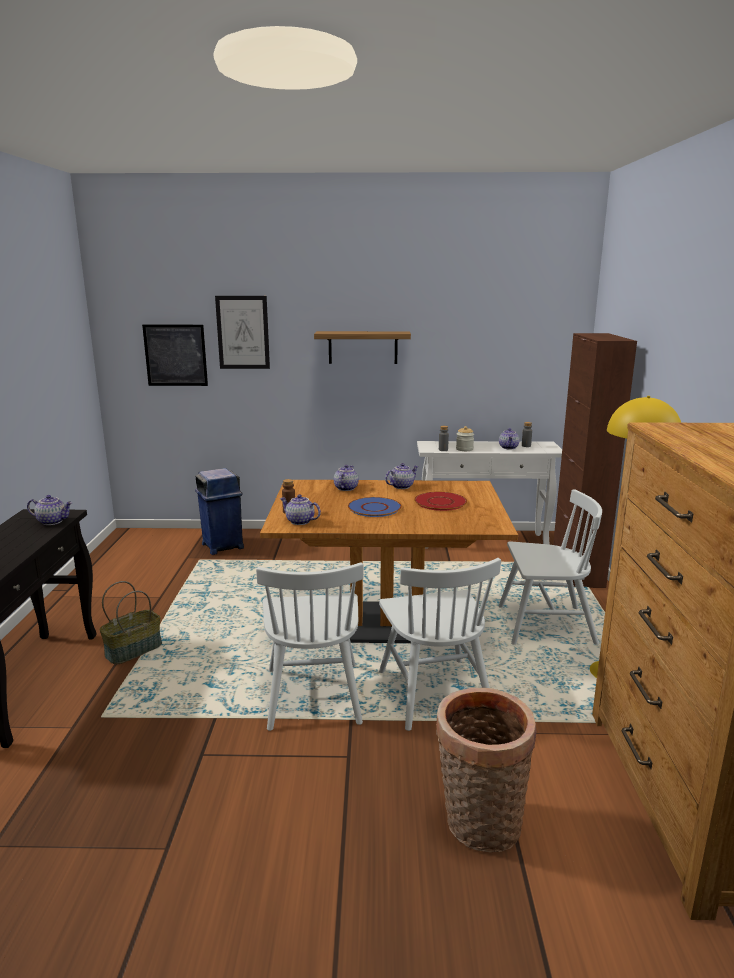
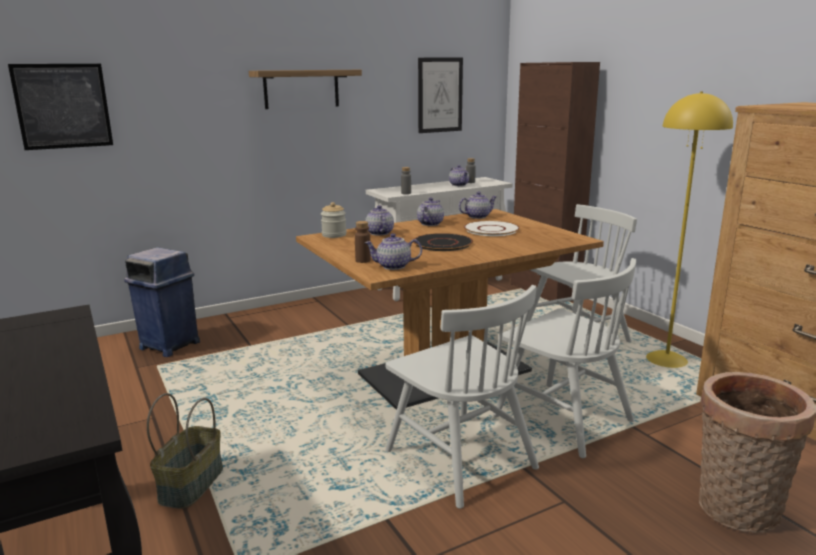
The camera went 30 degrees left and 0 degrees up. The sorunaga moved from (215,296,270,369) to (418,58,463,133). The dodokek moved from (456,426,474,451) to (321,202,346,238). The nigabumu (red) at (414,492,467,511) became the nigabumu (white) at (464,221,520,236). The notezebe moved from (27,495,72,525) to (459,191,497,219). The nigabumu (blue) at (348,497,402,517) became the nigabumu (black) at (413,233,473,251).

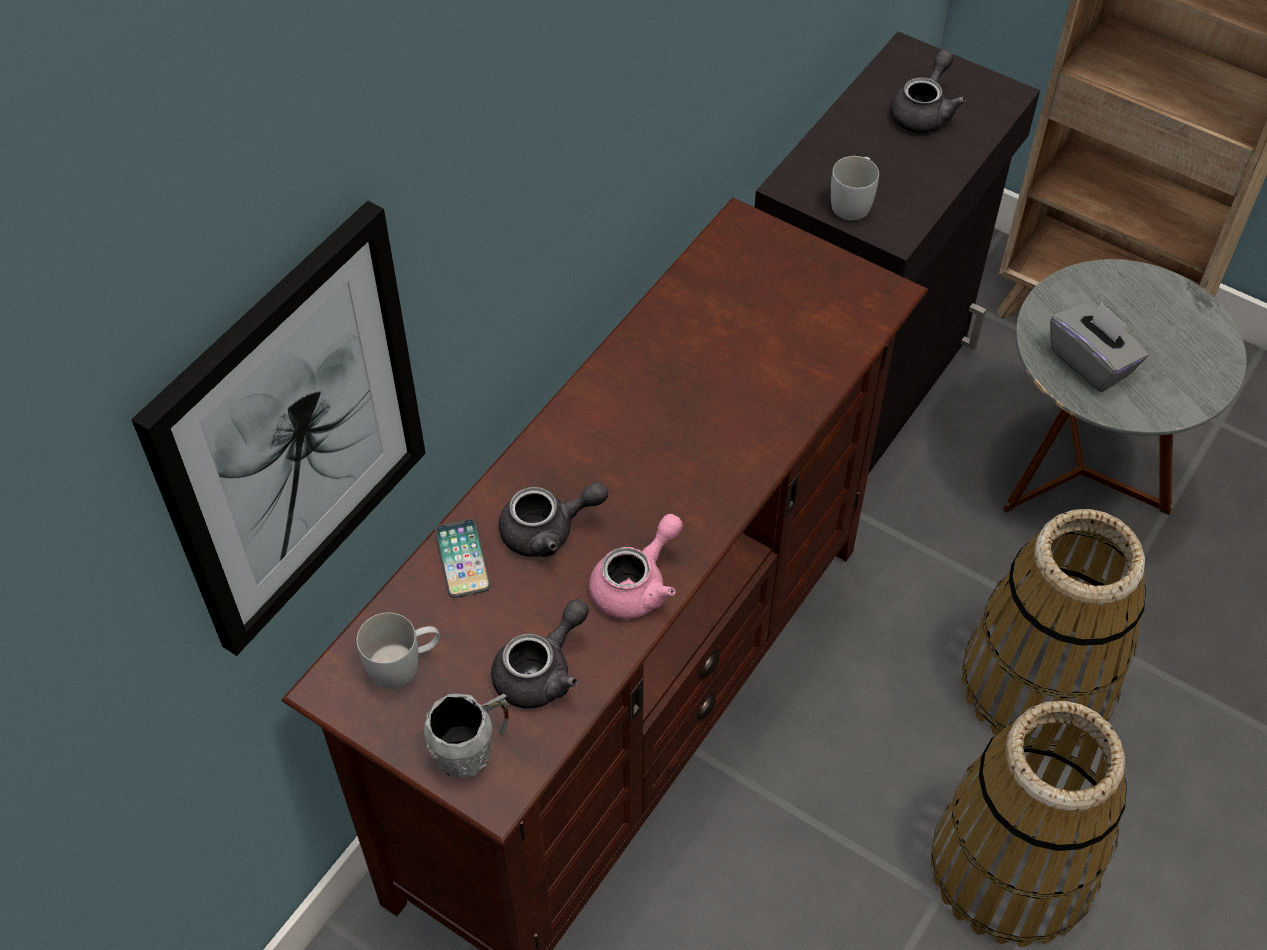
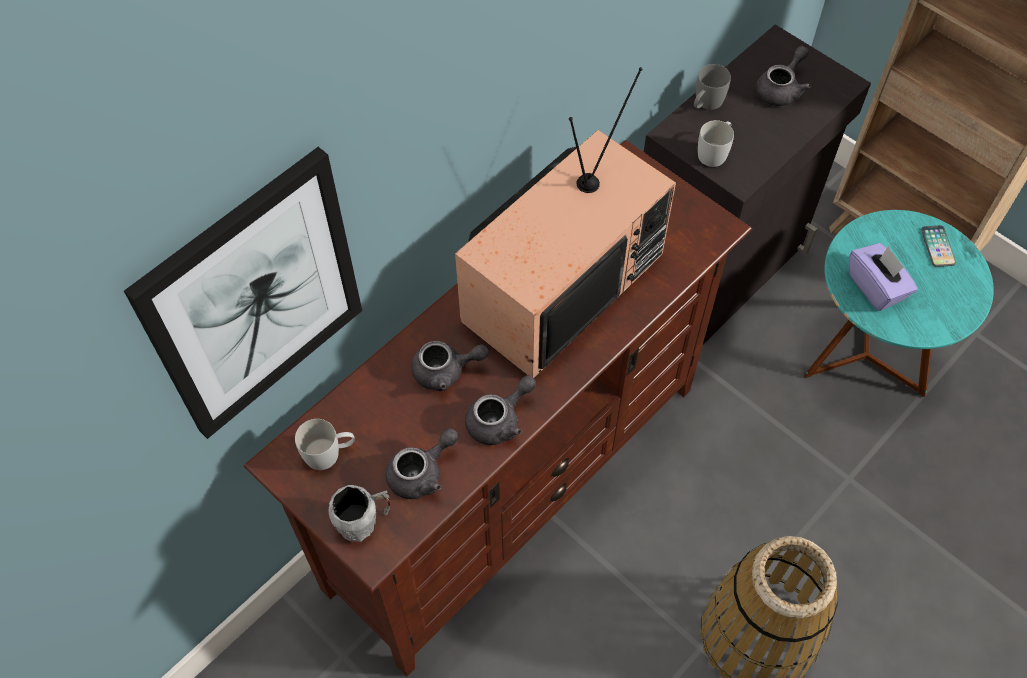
The camera went 10 degrees right and 5 degrees up. The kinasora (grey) at (1003,259,1246,515) became the kinasora (turquoise) at (804,210,994,397). The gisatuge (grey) at (1050,301,1149,392) became the gisatuge (purple) at (849,243,918,311). The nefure at (962,509,1146,746) disappeared. The notezebe (pink) at (589,514,683,619) became the notezebe (grey) at (465,375,536,445). The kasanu moved from (435,519,491,598) to (921,225,956,267). The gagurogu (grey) at (694,64,731,110) appeared. The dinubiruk at (455,67,676,378) appeared.

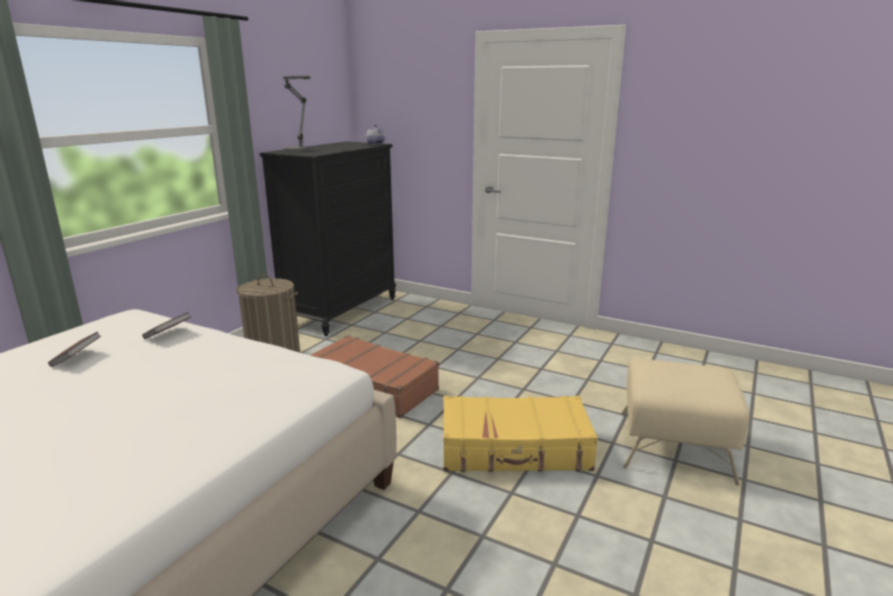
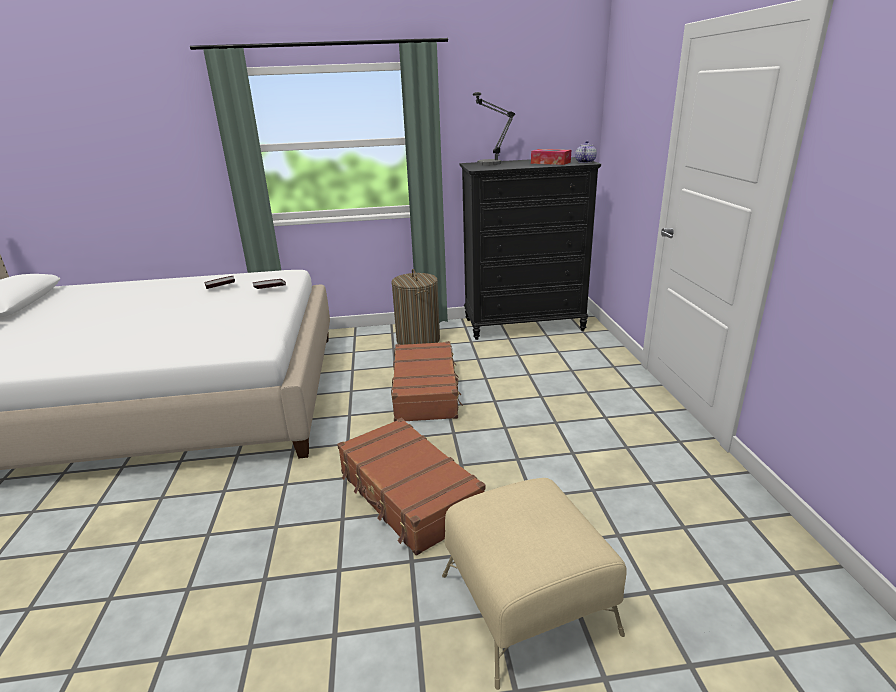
The camera went 55 degrees right and 5 degrees up. The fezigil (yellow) at (443,396,598,472) became the fezigil (brown) at (337,418,486,556). The gisatuge at (531,149,571,165) appeared.

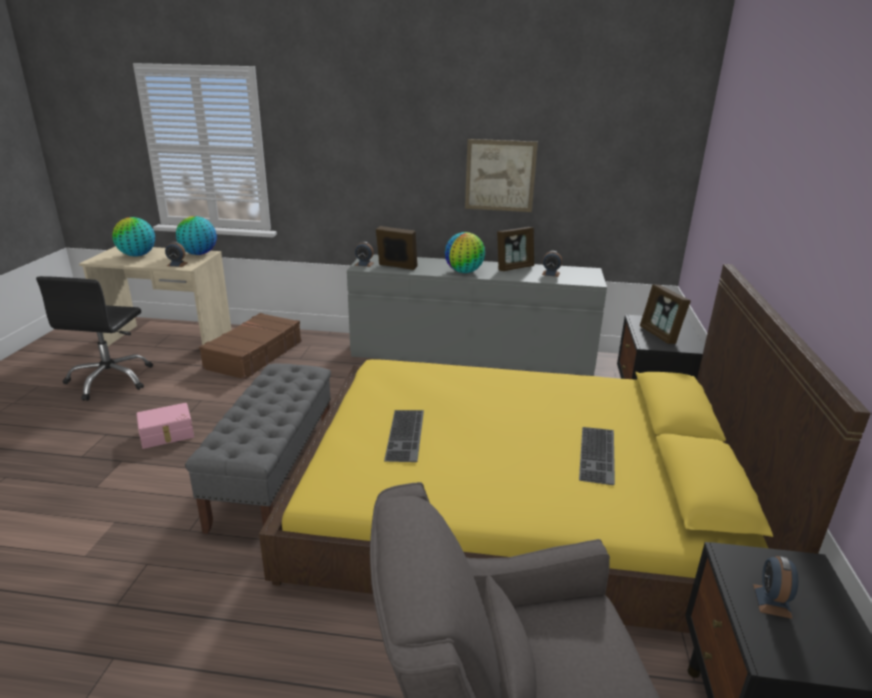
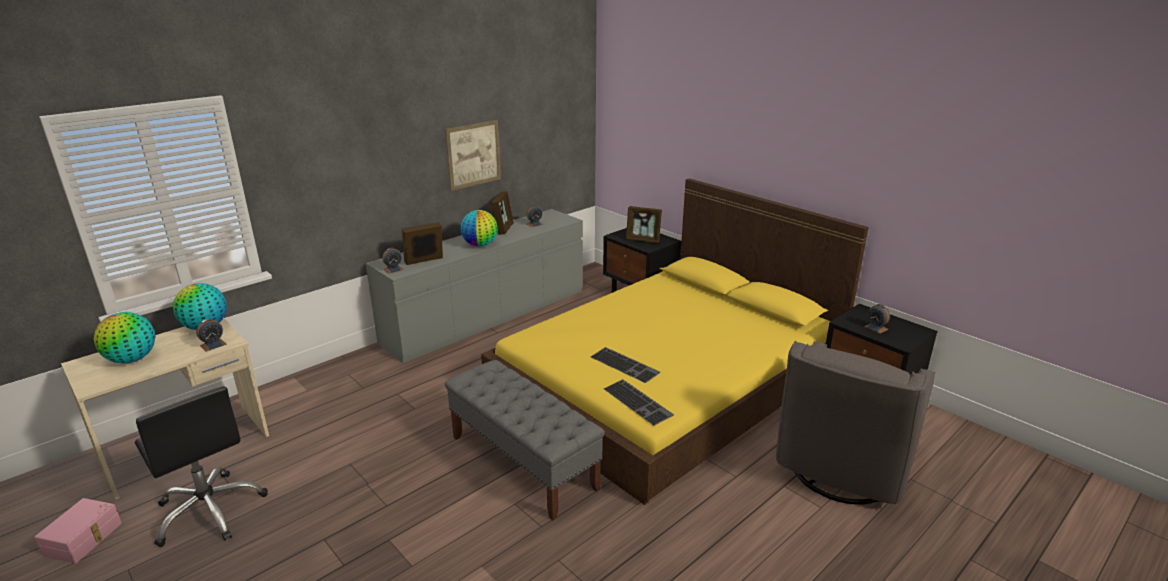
The camera went 50 degrees left and 0 degrees up. The fezigil (brown) at (199,313,302,380) disappeared. The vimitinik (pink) moved from (136,403,194,449) to (34,498,122,564). The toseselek moved from (579,427,615,485) to (604,379,674,426).

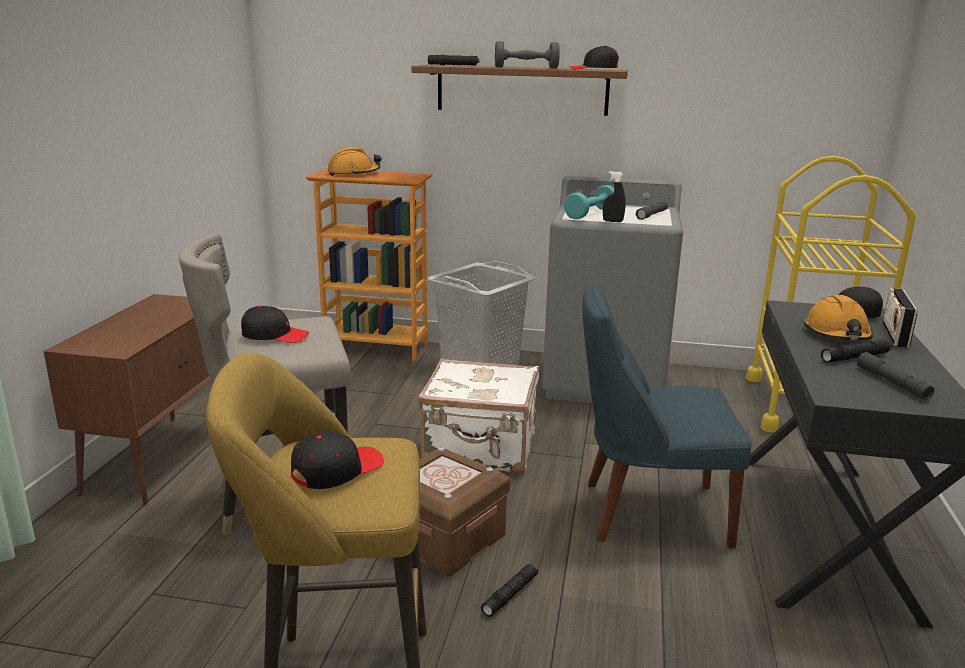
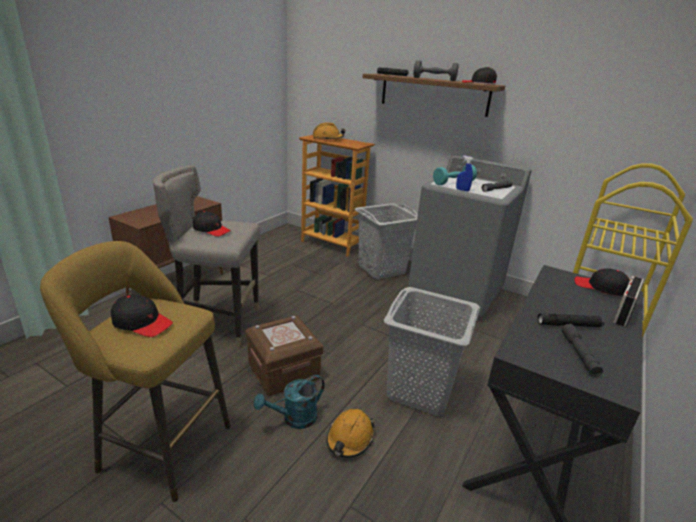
The camera went 20 degrees right and 5 degrees up. The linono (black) at (603,171,626,222) became the linono (blue) at (456,156,473,191). The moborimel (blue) at (583,285,752,549) was replaced by the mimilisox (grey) at (384,287,480,416). The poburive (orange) moved from (804,295,873,340) to (326,409,375,458). The fezigil (white) at (418,358,539,473) disappeared. The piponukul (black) at (291,432,384,489) turned 45 degrees clockwise. The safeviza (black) at (481,564,539,617) was replaced by the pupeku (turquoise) at (254,375,325,429).

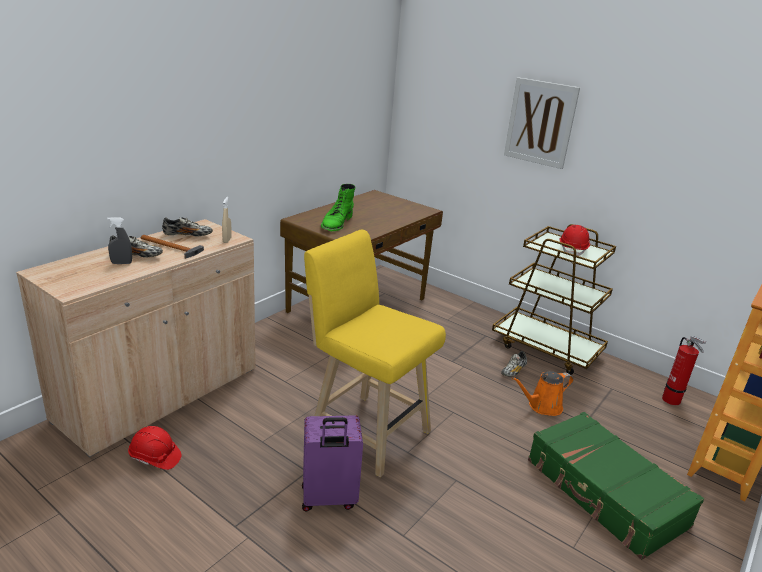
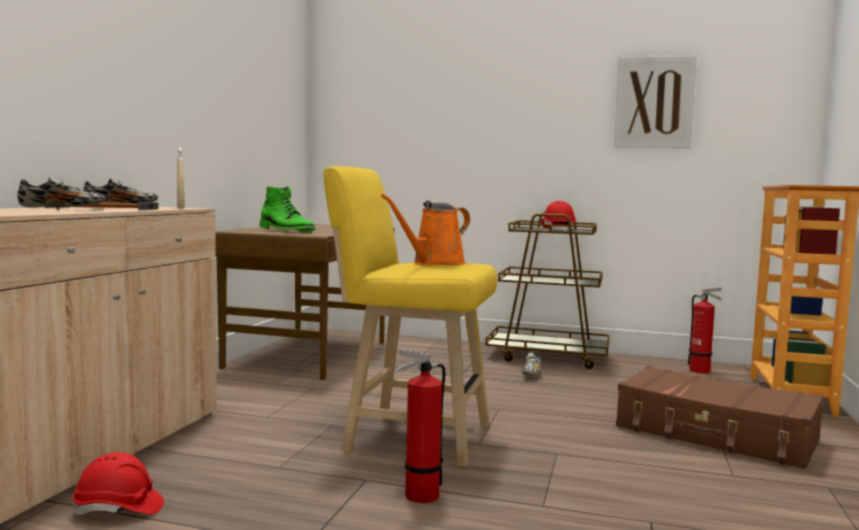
The camera went 20 degrees left and 20 degrees down. The sorunaga moved from (504,77,580,169) to (614,56,697,148). The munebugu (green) at (321,184,355,231) turned 45 degrees counterclockwise. The linono (grey) at (107,217,132,264) disappeared. The pupeku (orange) moved from (512,371,574,416) to (381,194,470,266). The fezigil (green) at (528,412,704,560) became the fezigil (brown) at (616,366,824,469). The fezigil (purple) at (302,415,363,511) was replaced by the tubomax at (395,349,445,503).

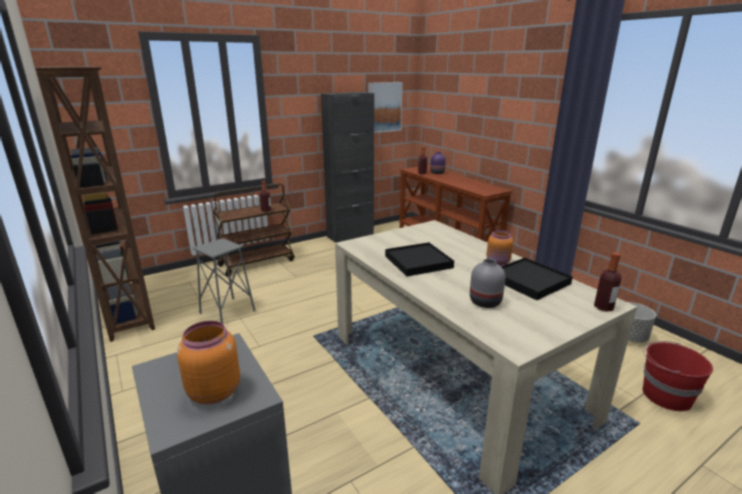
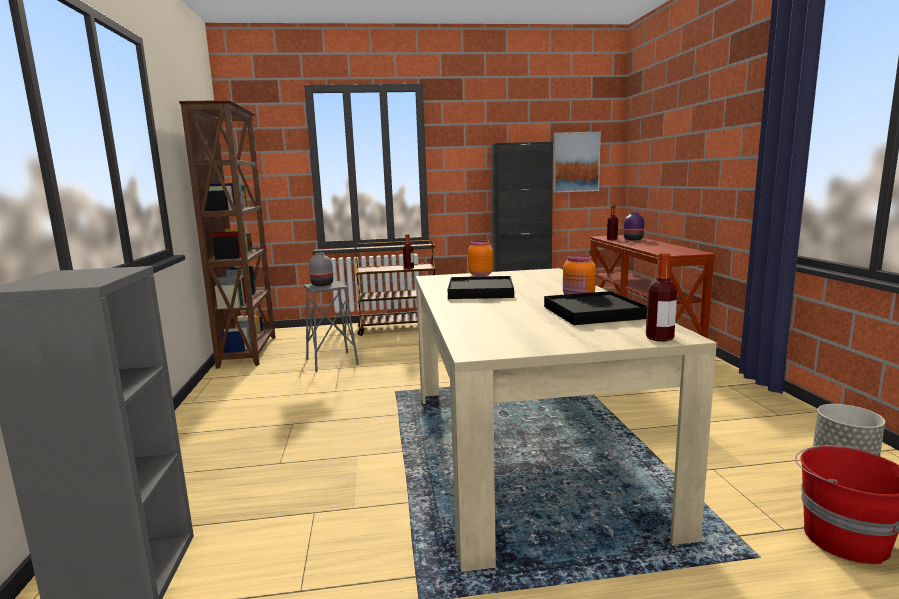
The camera went 25 degrees right and 10 degrees down. The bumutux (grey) moved from (470,259,506,308) to (309,253,333,286). The dodokek (orange) moved from (177,321,240,404) to (468,240,493,276).

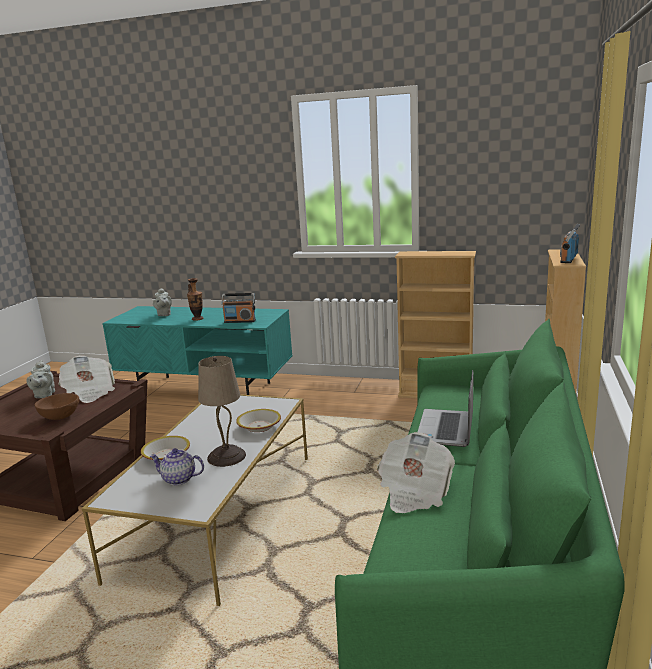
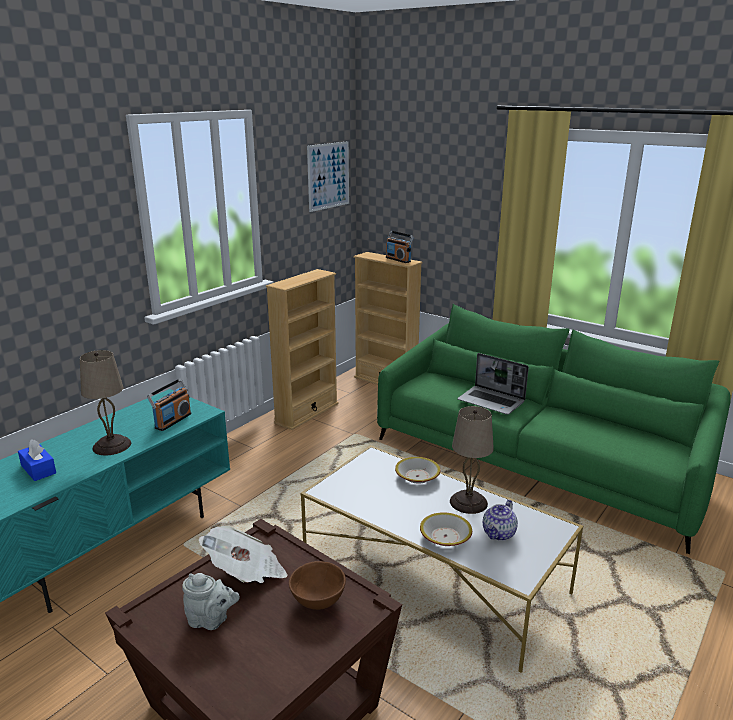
The camera went 70 degrees left and 5 degrees up. The bumutux at (187,278,203,321) was replaced by the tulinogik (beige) at (80,350,131,455). The notezebe (grey) at (153,288,172,316) was replaced by the gisatuge (blue) at (18,439,56,481). The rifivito at (377,432,455,513) disappeared. The sorunaga at (307,141,349,212) appeared.

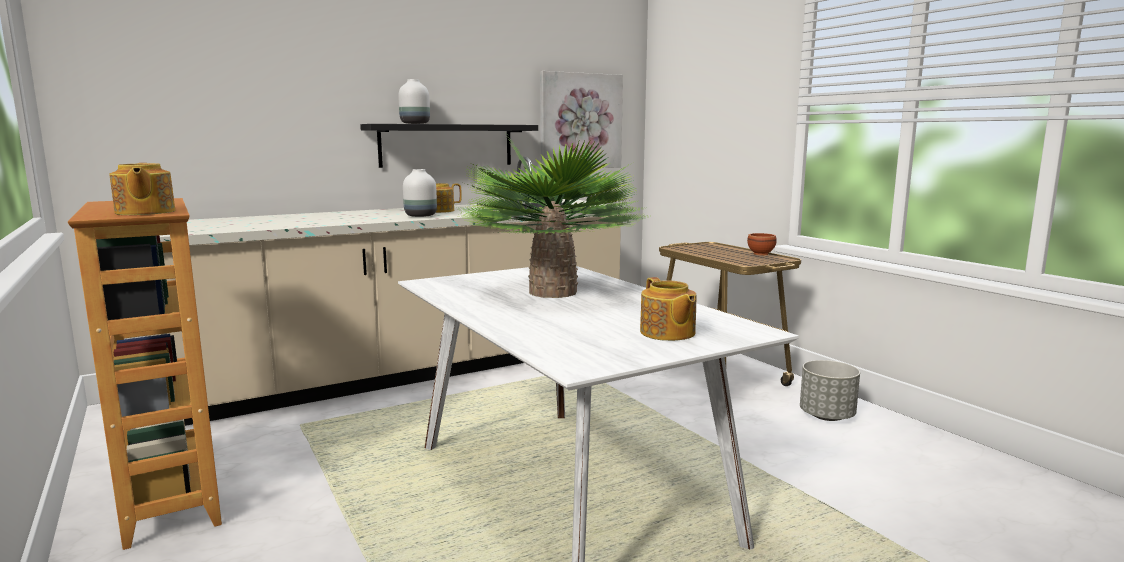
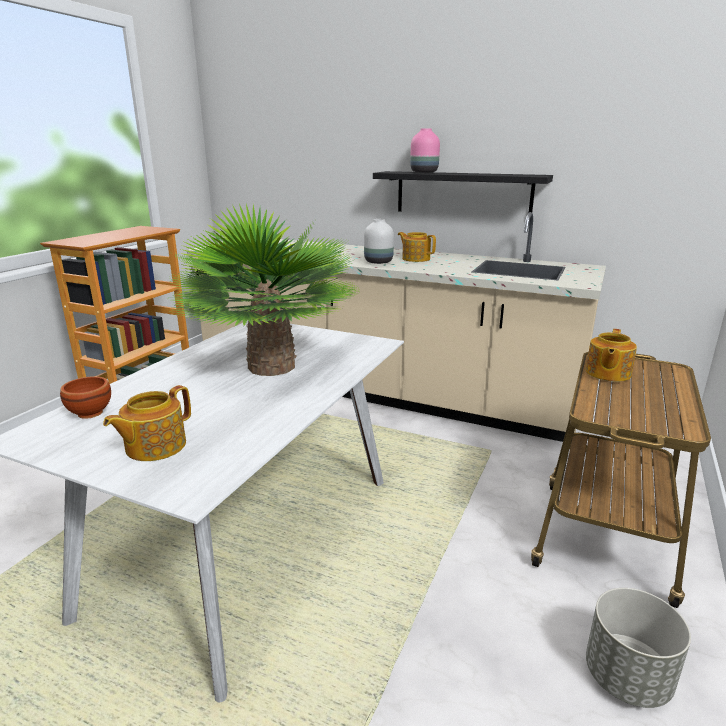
The camera went 55 degrees right and 10 degrees up. The sorunaga at (540,71,623,169) disappeared. The bumutux (white) at (398,79,430,124) became the bumutux (pink) at (410,128,440,173). The notezebe moved from (109,163,175,215) to (586,329,637,382). The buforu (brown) moved from (747,233,777,255) to (60,376,111,419).

